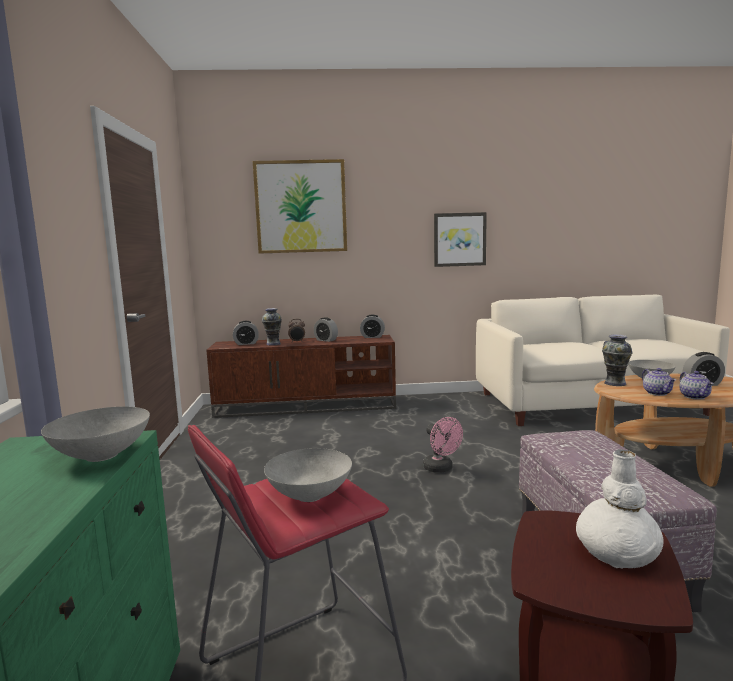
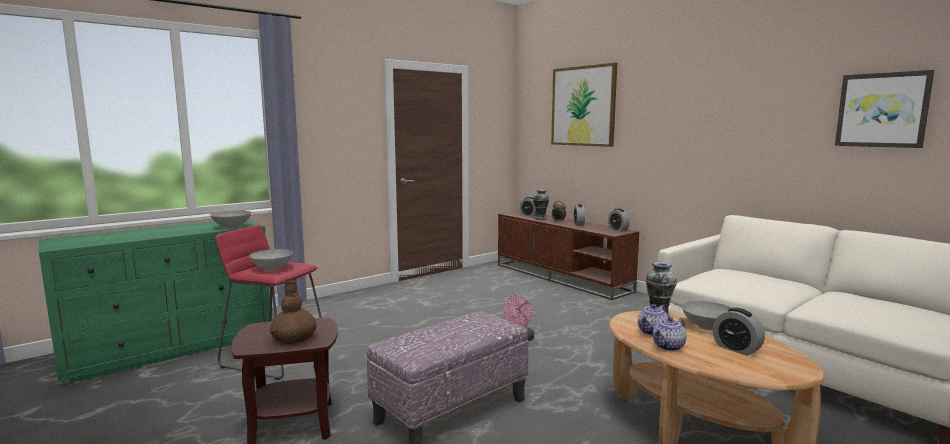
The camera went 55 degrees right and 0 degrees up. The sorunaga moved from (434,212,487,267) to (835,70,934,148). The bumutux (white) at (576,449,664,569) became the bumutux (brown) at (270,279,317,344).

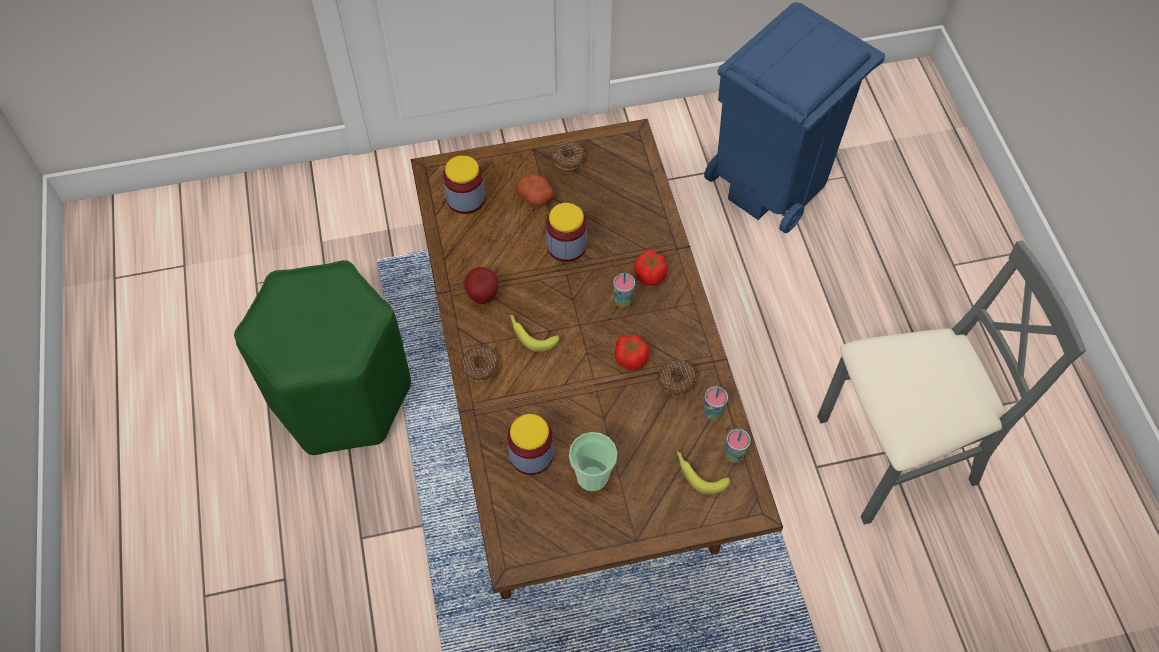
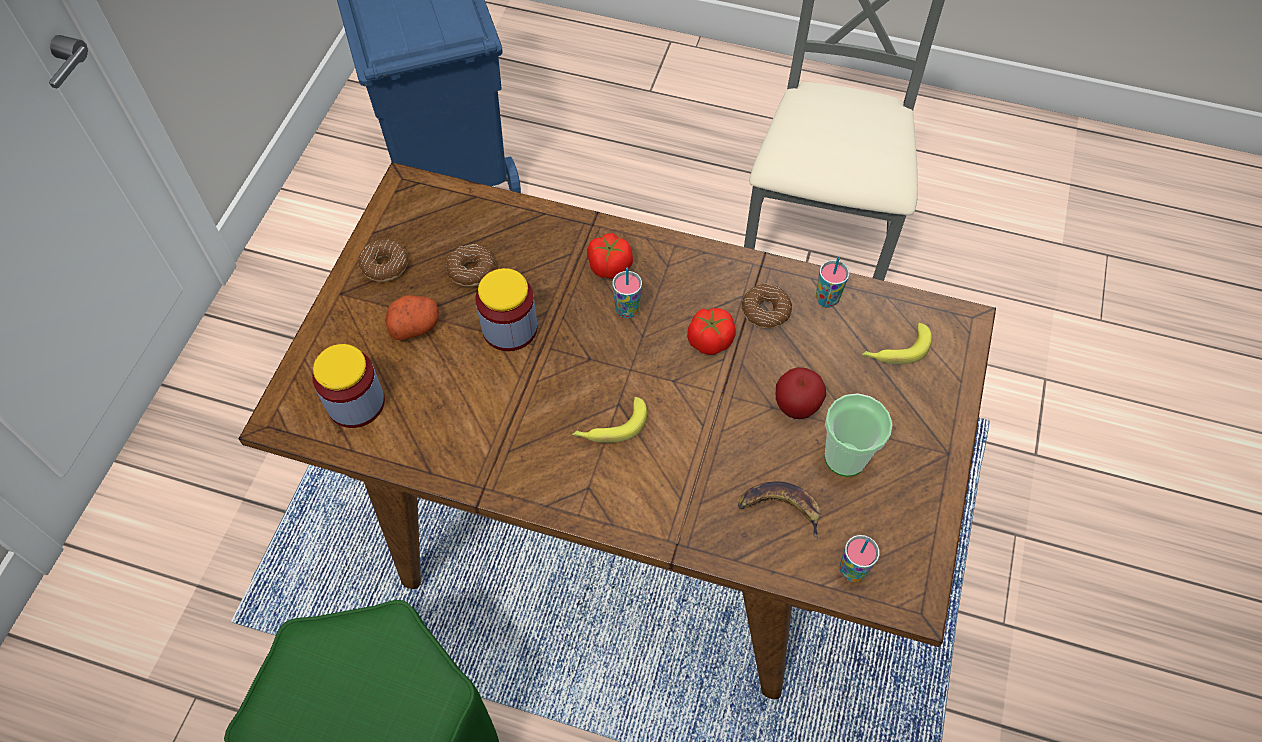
The camera went 60 degrees left and 0 degrees up. The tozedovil moved from (464,267,498,304) to (776,367,826,419). The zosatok moved from (460,347,499,382) to (446,244,495,287). The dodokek at (507,414,553,475) was replaced by the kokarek at (738,481,820,540). The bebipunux moved from (725,429,751,463) to (840,535,879,582).

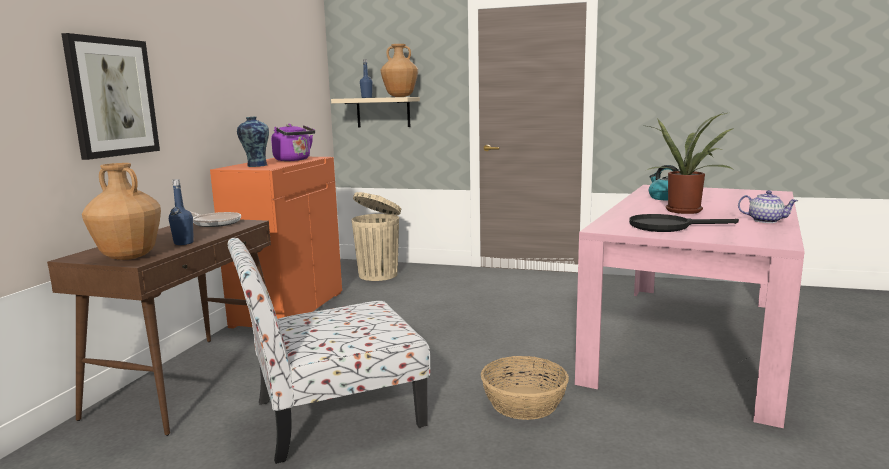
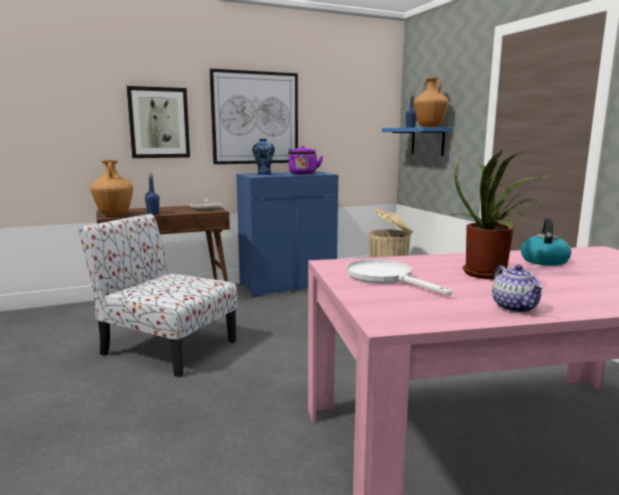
The camera went 50 degrees right and 0 degrees up. The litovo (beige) at (331,97,420,127) became the litovo (blue) at (382,127,452,156). The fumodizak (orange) at (210,157,342,329) became the fumodizak (blue) at (236,171,338,297). The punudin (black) at (629,214,739,232) became the punudin (white) at (346,259,452,295). The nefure at (481,356,569,420) disappeared. The sorunaga at (209,69,298,164) appeared.

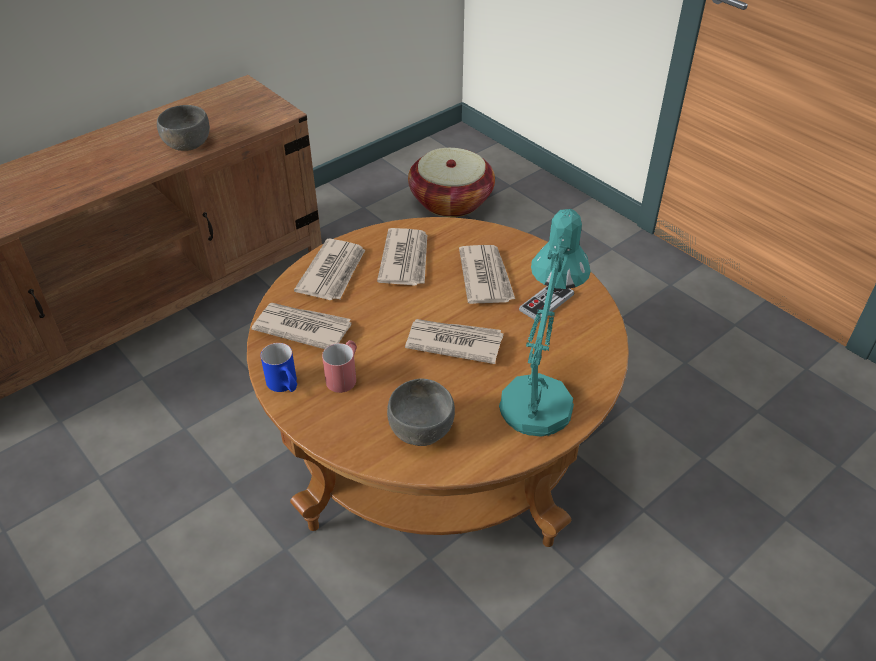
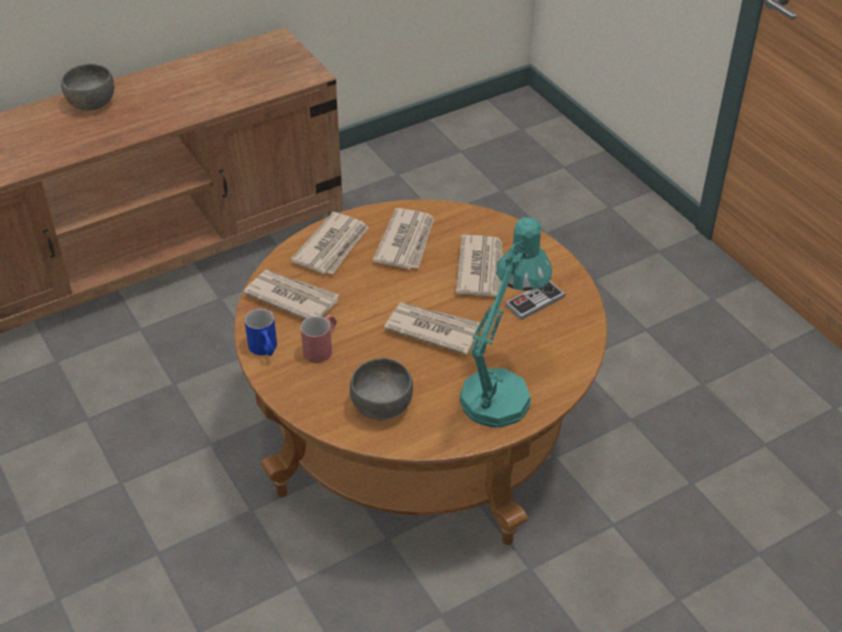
The camera went 10 degrees right and 0 degrees up. The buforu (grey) moved from (157,105,210,151) to (61,64,114,111). The nefure at (408,148,495,217) disappeared.

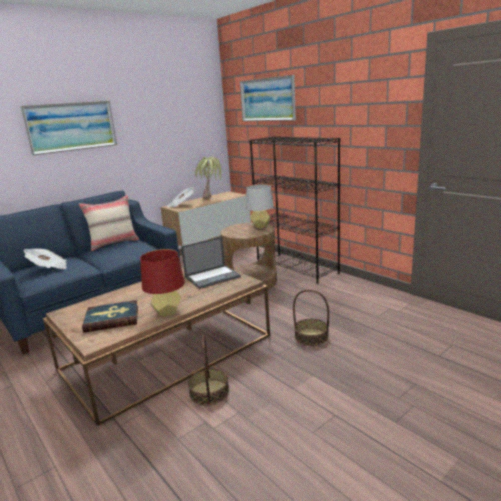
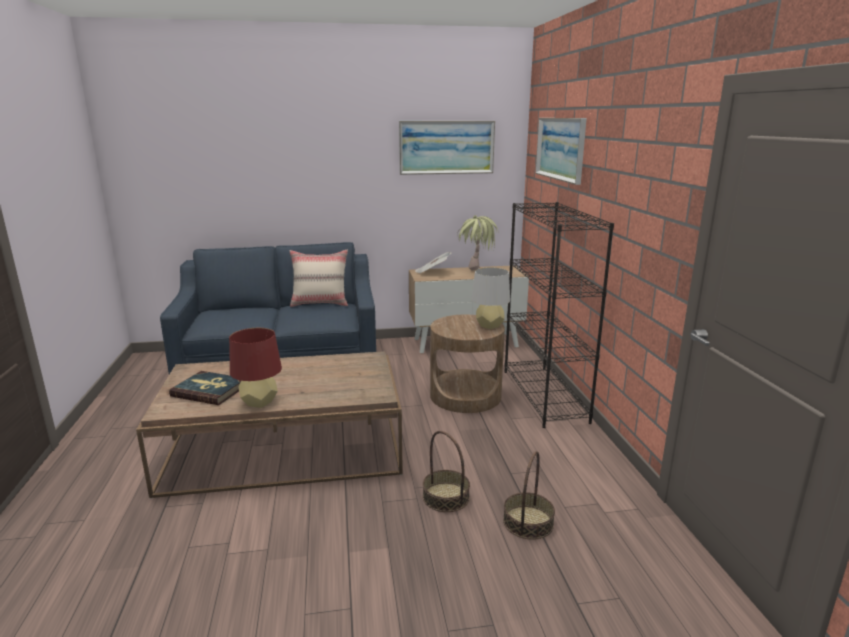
The camera went 30 degrees right and 0 degrees up. The sorunaga moved from (21,101,117,155) to (399,121,495,175). The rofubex at (181,237,241,289) disappeared. The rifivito at (24,249,67,269) disappeared. The nefure moved from (188,335,229,406) to (503,451,555,540).

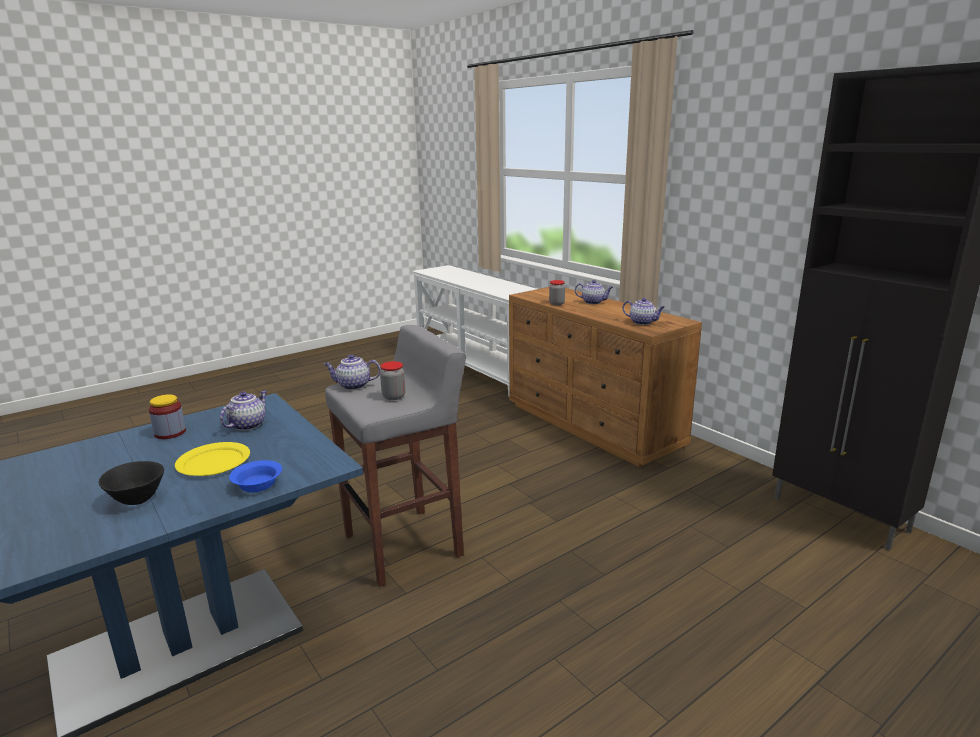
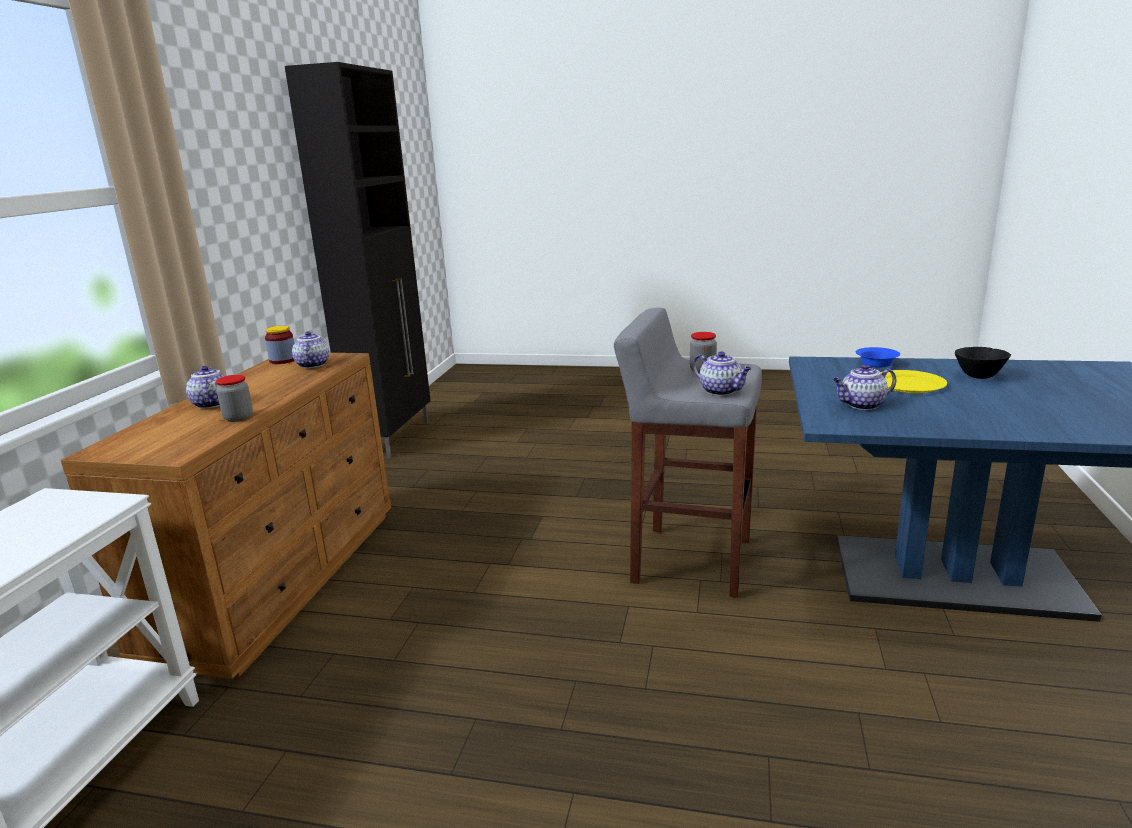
The camera went 130 degrees left and 0 degrees up. The dodokek moved from (149,394,186,439) to (265,326,294,364).

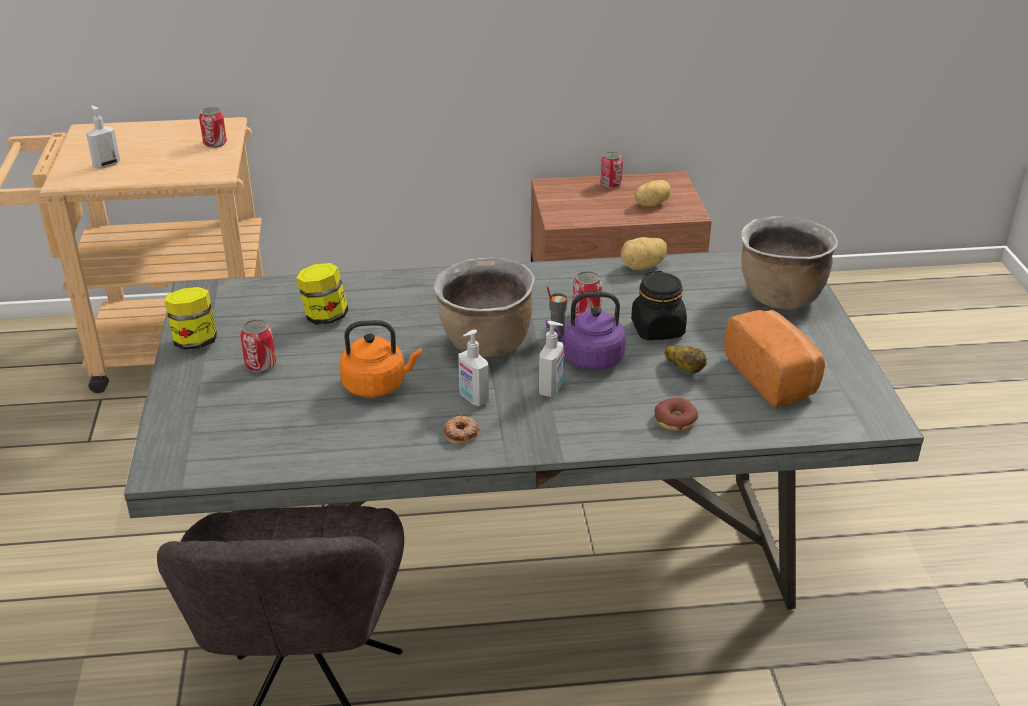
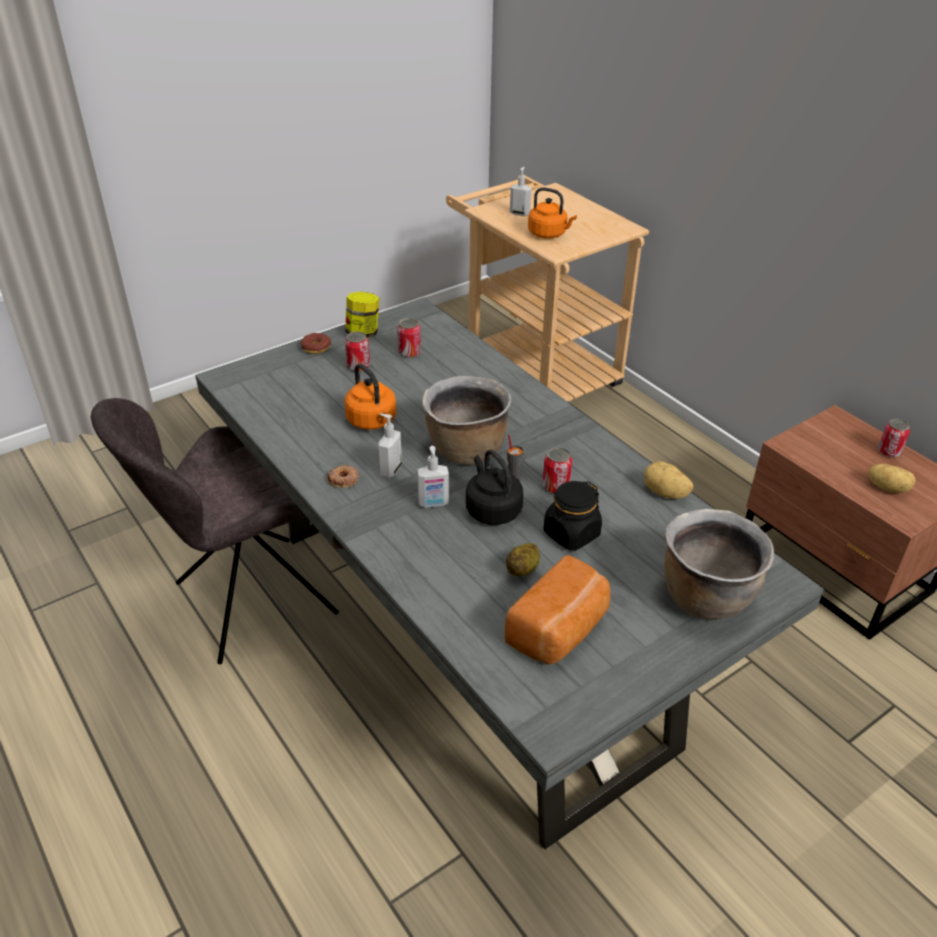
The camera went 60 degrees right and 5 degrees up. The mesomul moved from (199,107,227,148) to (397,318,421,358). The dodokek at (296,263,349,325) disappeared. The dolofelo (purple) at (546,292,626,370) became the dolofelo (black) at (466,450,523,525). The zosatok moved from (655,398,698,431) to (301,333,331,354). The dolofelo (orange) at (528,187,577,239) appeared.

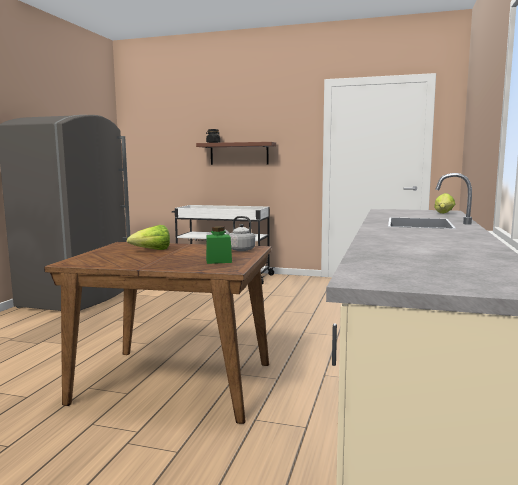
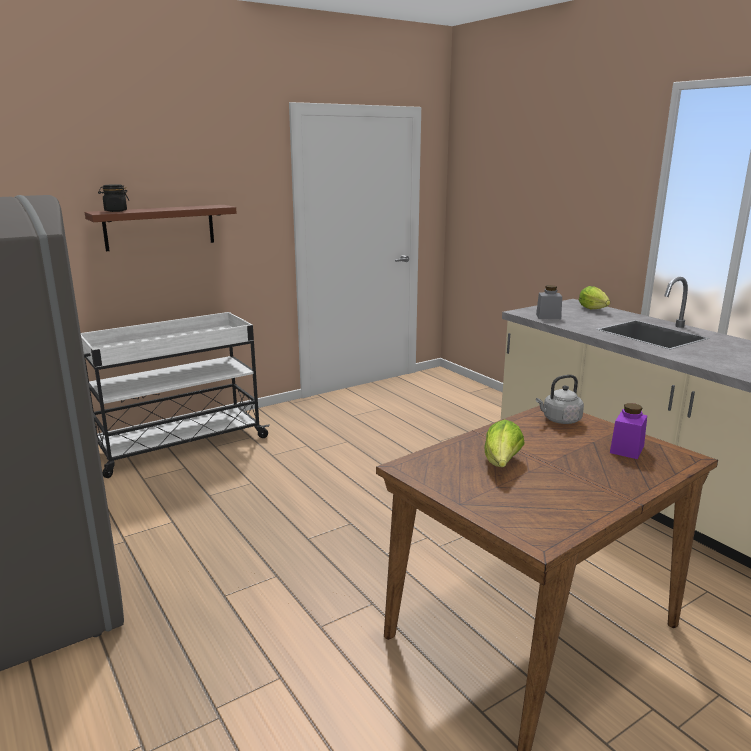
The camera went 50 degrees left and 10 degrees up. The dodokek (green) at (206,226,232,264) became the dodokek (purple) at (610,403,647,459). The dodokek (grey) at (536,285,562,319) appeared.

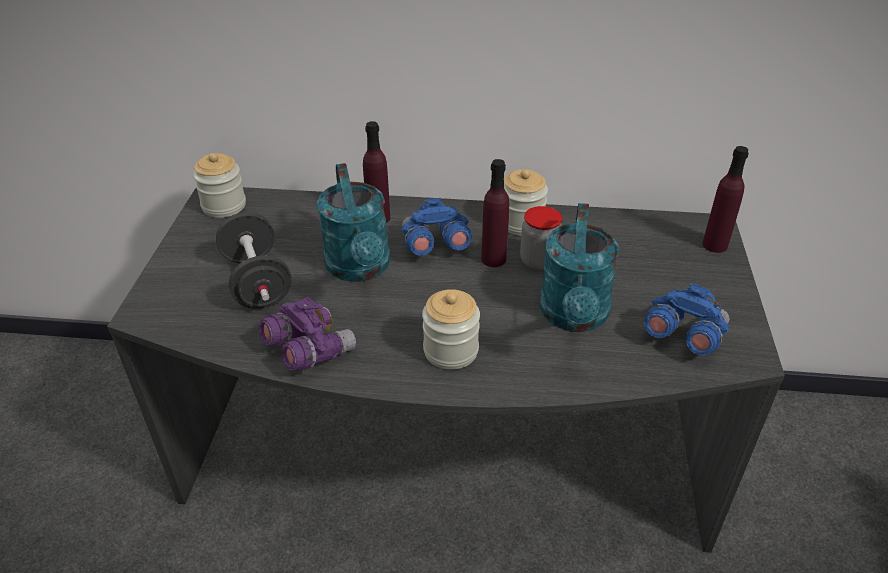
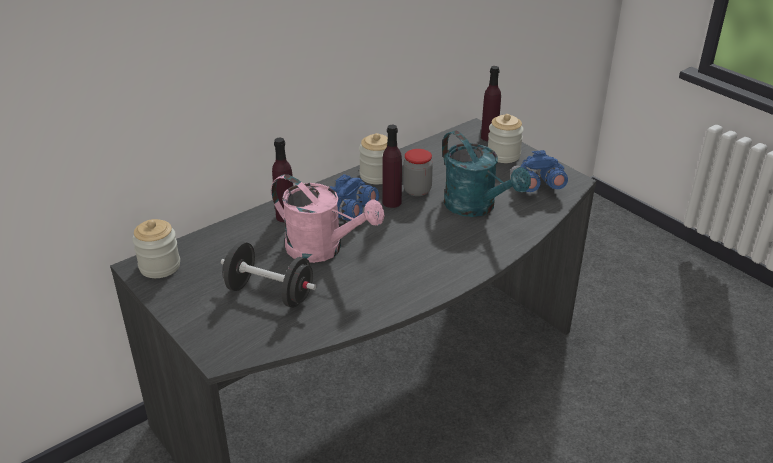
The camera went 45 degrees left and 5 degrees down. The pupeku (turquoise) at (317,163,390,282) became the pupeku (pink) at (271,174,385,263). The dodokek moved from (422,289,480,370) to (488,114,524,163). The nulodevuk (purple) at (259,297,356,371) disappeared.

